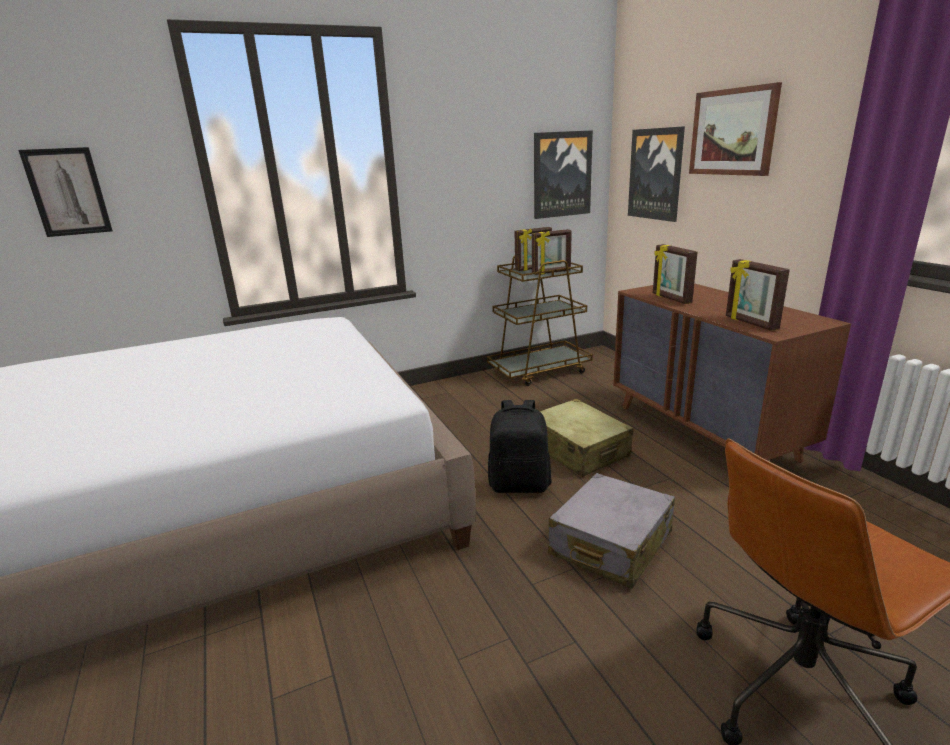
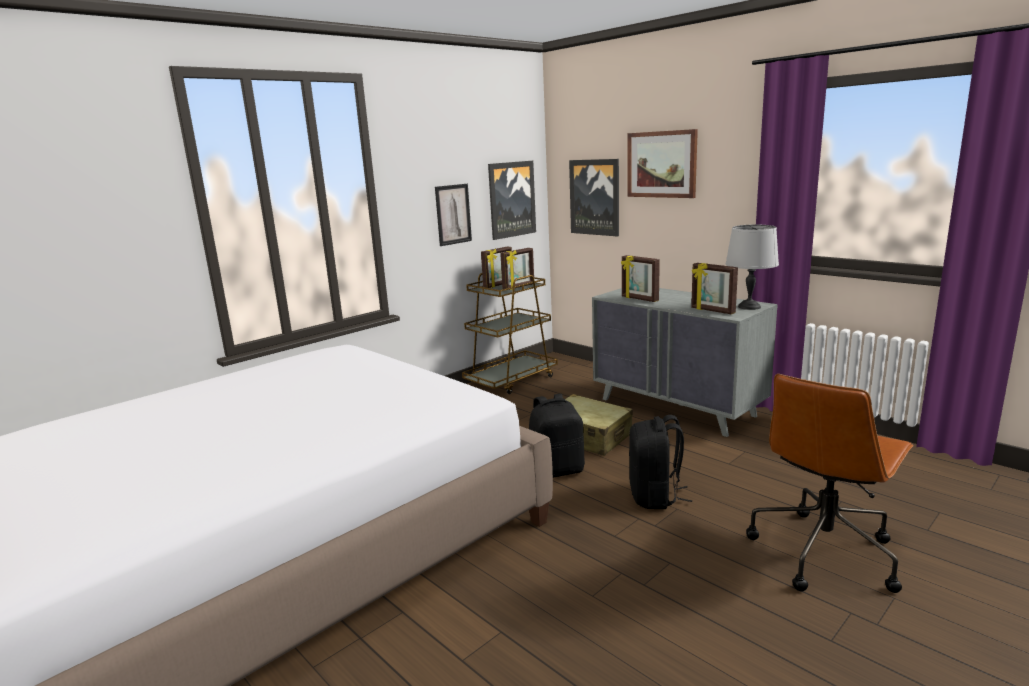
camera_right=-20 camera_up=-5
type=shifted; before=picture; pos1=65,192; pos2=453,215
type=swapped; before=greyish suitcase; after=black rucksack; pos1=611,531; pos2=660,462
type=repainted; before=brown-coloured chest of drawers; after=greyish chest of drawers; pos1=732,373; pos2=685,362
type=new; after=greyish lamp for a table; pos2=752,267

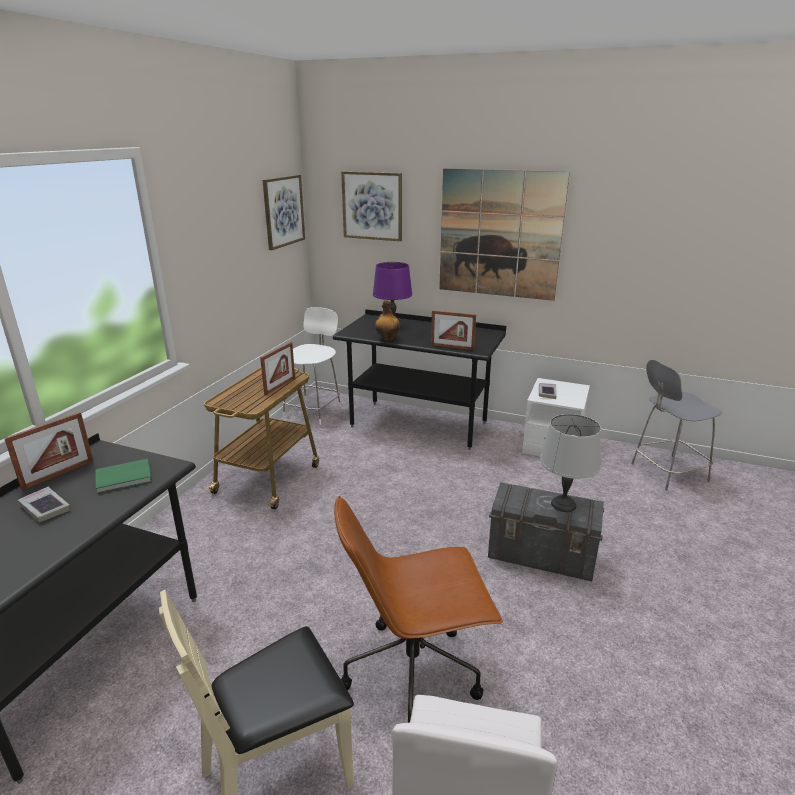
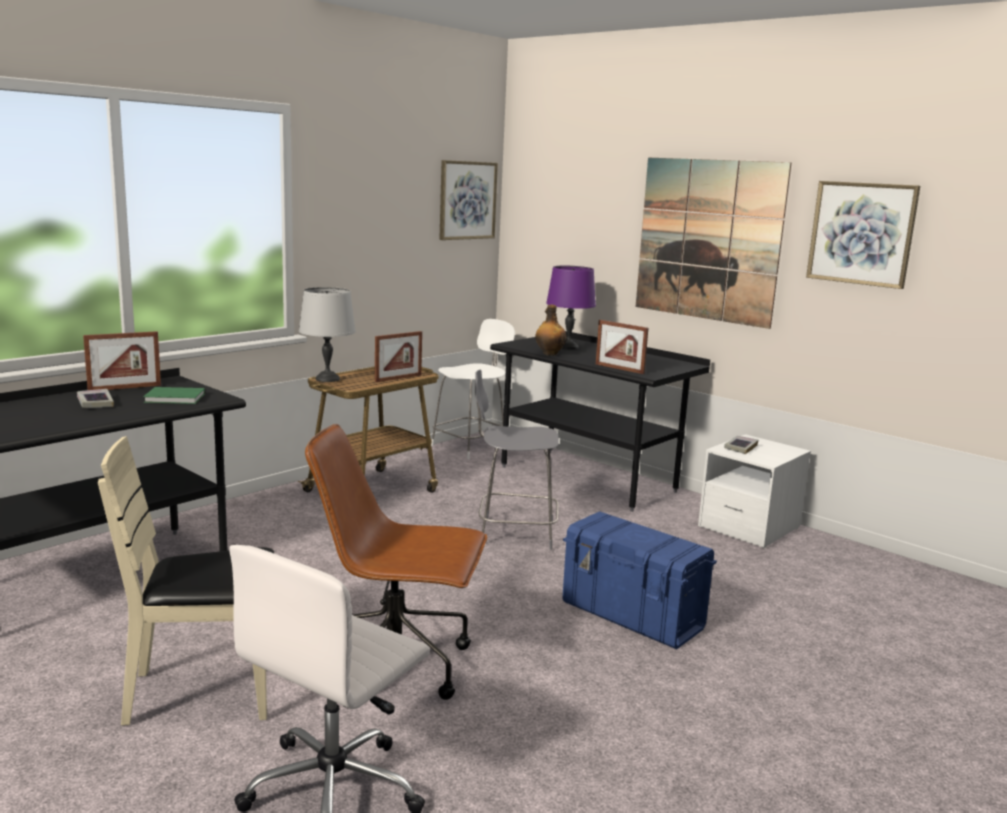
camera_right=20 camera_up=-10
type=shifted; before=picture; pos1=371,206; pos2=863,235
type=repainted; before=greyish storage container; after=bluish storage container; pos1=546,532; pos2=639,580
type=shifted; before=greyish lamp for a table; pos1=570,463; pos2=327,334
type=shifted; before=greyish chair; pos1=676,425; pos2=517,460

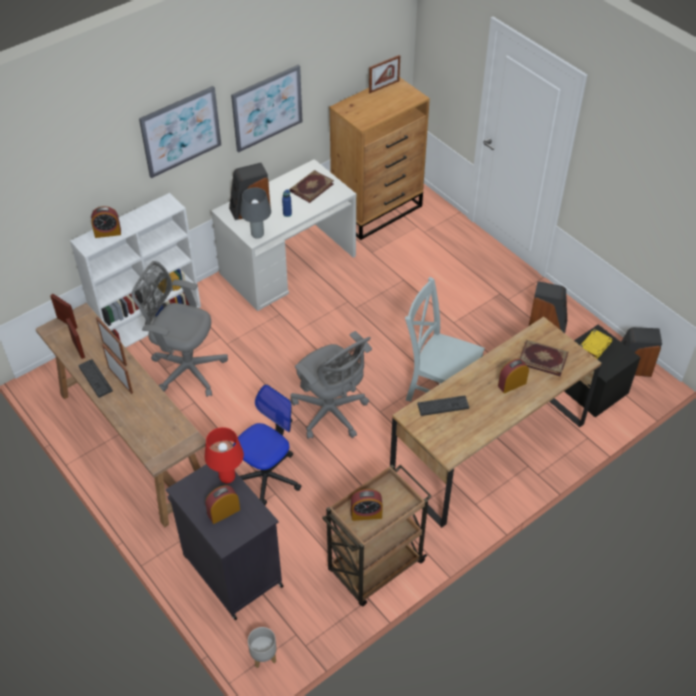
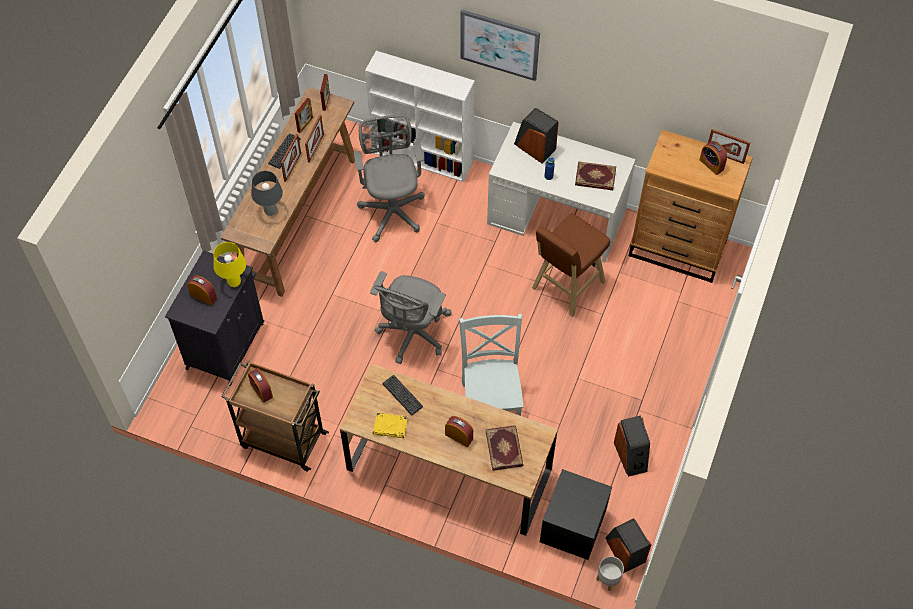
camera_right=60 camera_up=10
type=shifted; before=table clock; pos1=106,222; pos2=713,158
type=repainted; before=reddish lamp for a table; after=yellowish lamp for a table; pos1=224,455; pos2=230,264
type=gone; before=picture; pos1=266,109
type=gone; before=computer chair; pos1=267,444
type=shifted; before=greyish lamp for a table; pos1=255,213; pos2=267,193
type=shifted; before=greyish planter; pos1=262,647; pos2=610,573
type=shifted; before=yellowish bound book; pos1=596,344; pos2=390,425
type=new; after=brown-coloured stool; pos2=571,265

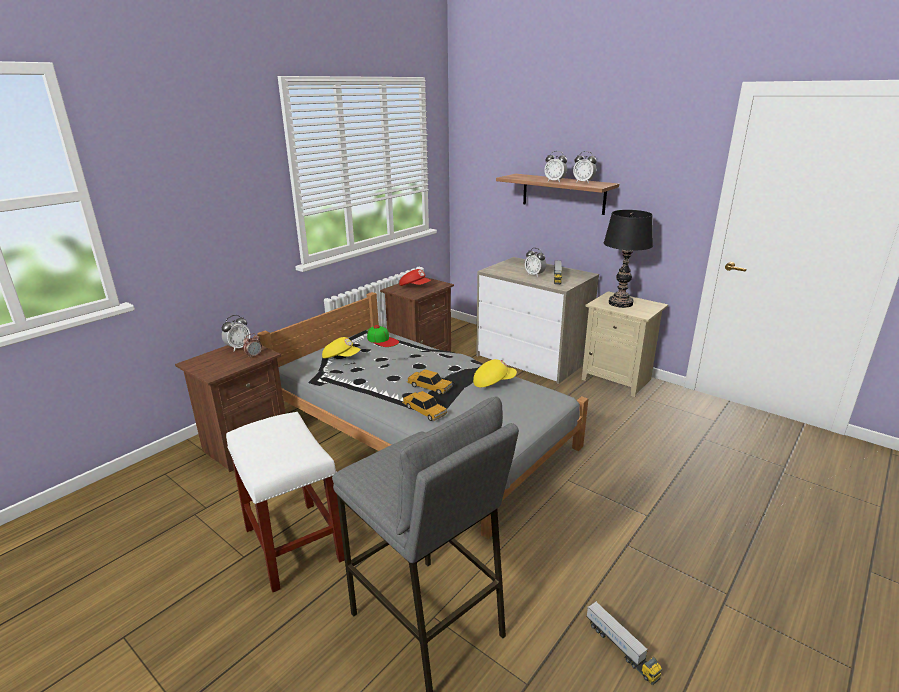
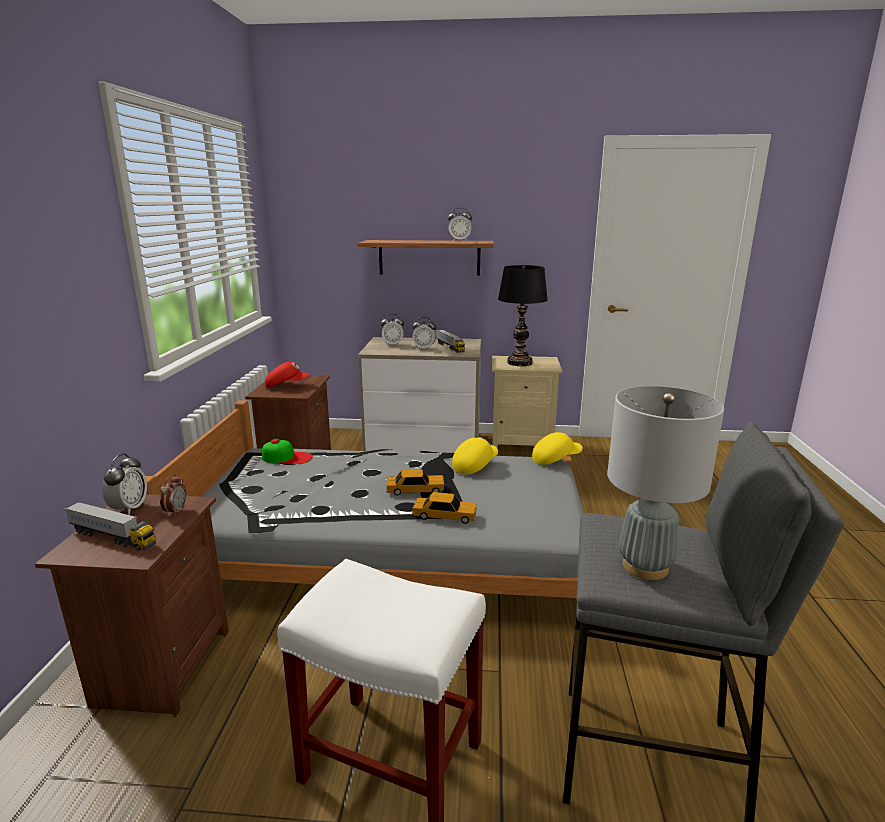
camera_right=-35 camera_up=-5
type=shifted; before=yellowish cap; pos1=341,347; pos2=557,448
type=shifted; before=table clock; pos1=555,166; pos2=392,330
type=shifted; before=toy lorry; pos1=624,643; pos2=110,526
type=new; after=greyish lamp for a table; pos2=665,483

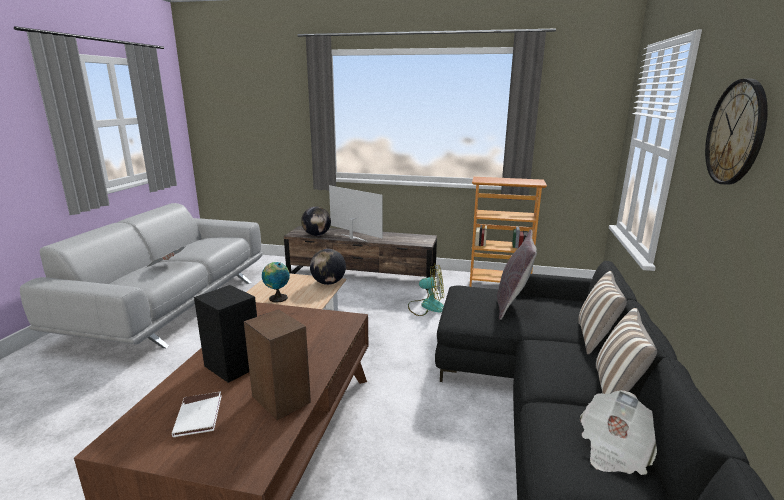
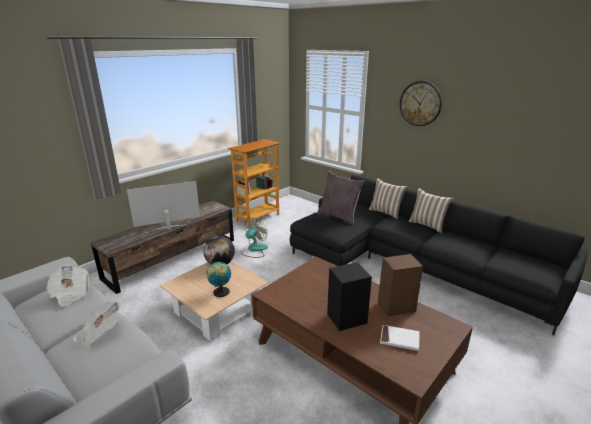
camera_right=-60 camera_up=5
type=gone; before=desk globe; pos1=316,221
type=shifted; before=newspaper; pos1=618,432; pos2=67,286

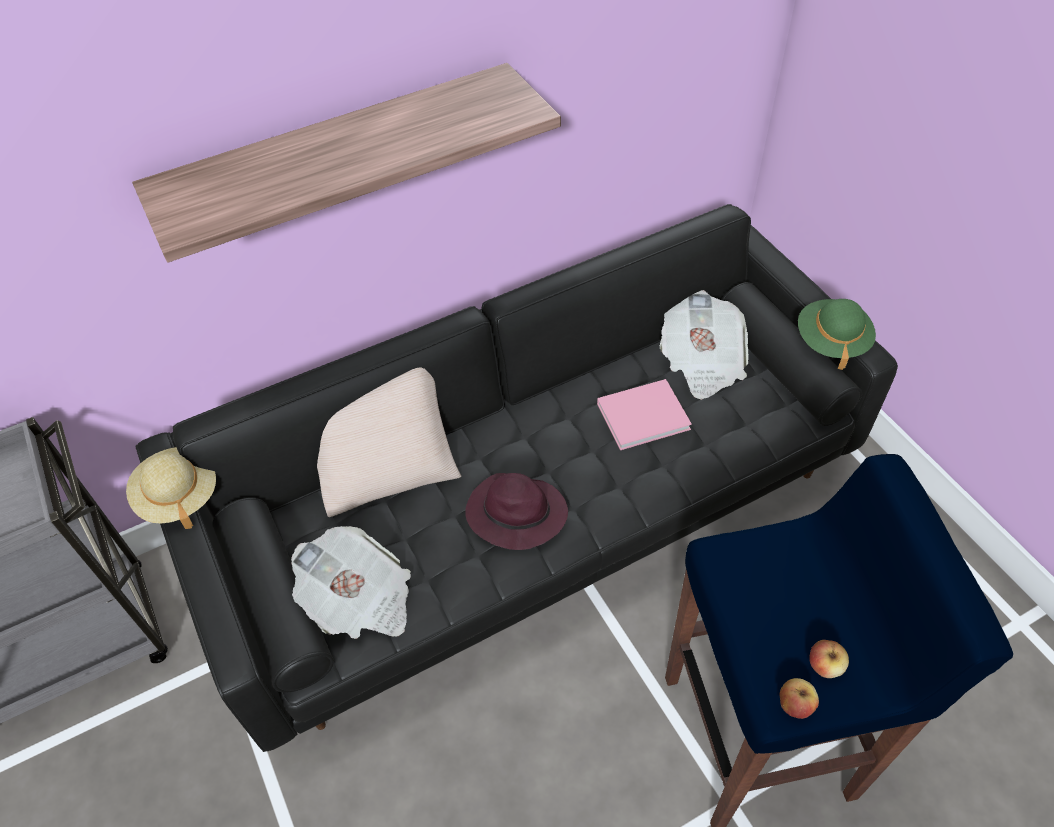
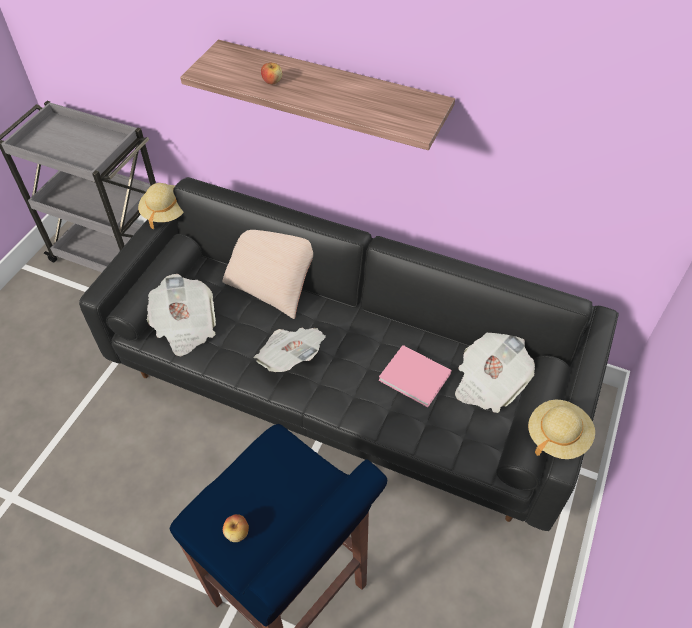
camera_right=50 camera_up=0
type=swapped; before=purplish hat; after=newspaper; pos1=516,511; pos2=289,350
type=shifted; before=apple; pos1=799,698; pos2=271,73
type=repainted; before=green-coloured hat; after=beige-coloured hat; pos1=837,334; pos2=561,429

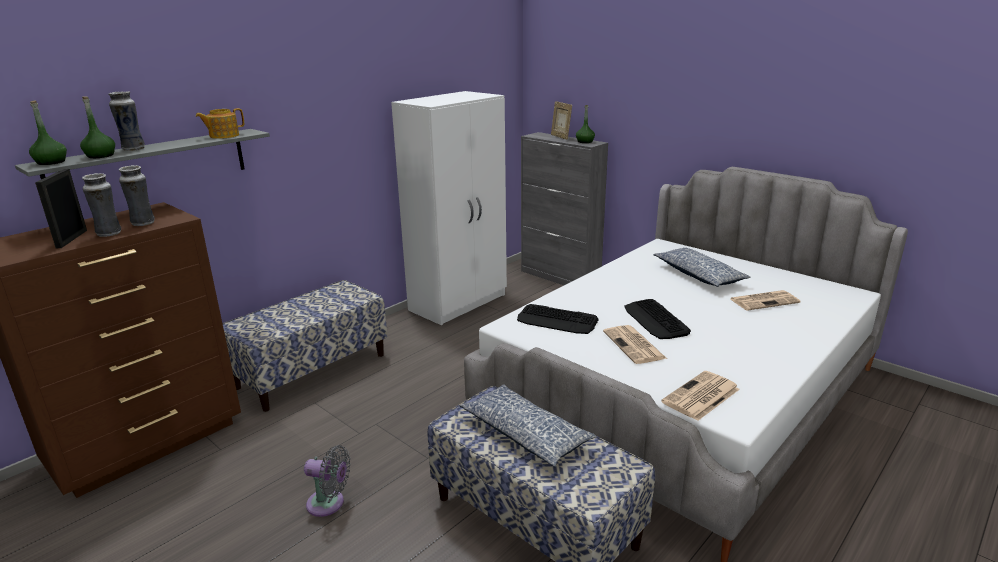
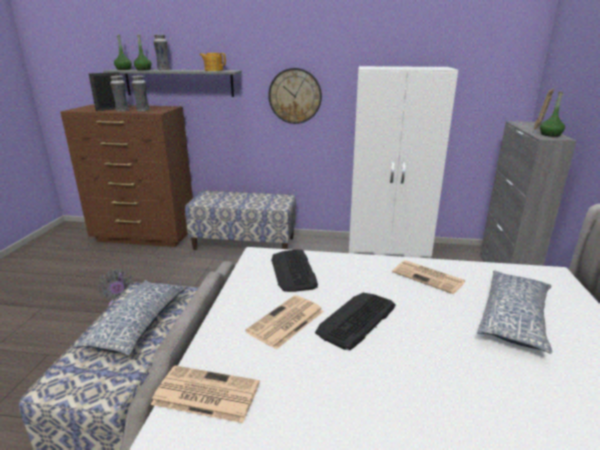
camera_right=55 camera_up=0
type=shifted; before=newspaper; pos1=765,300; pos2=428,277
type=new; after=hanging clock; pos2=295,96

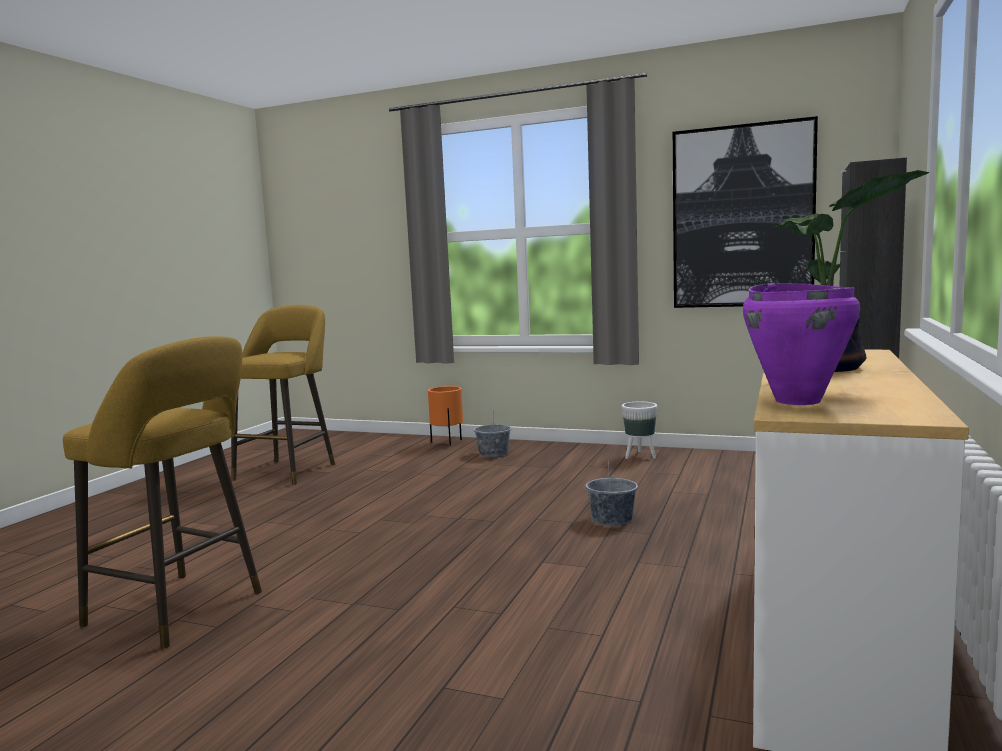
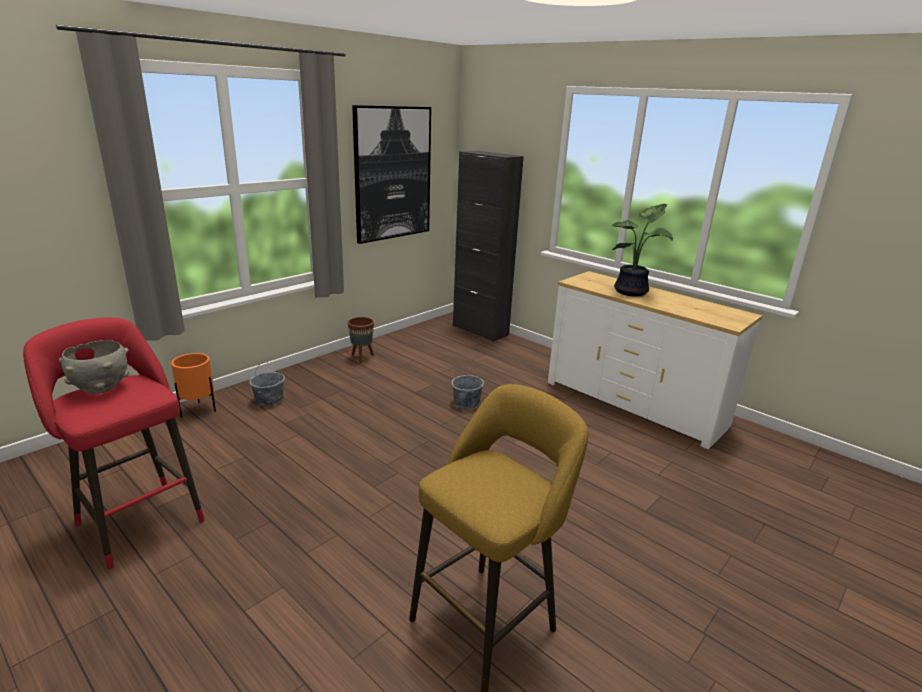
camera_right=-70 camera_up=15
type=repainted; before=yellowish stool; after=reddish stool; pos1=283,395; pos2=114,443
type=repainted; before=whitish planter; after=brown-coloured planter; pos1=639,430; pos2=361,340
type=gone; before=purplish saucepot; pos1=801,344
type=new; after=greyish deep dish; pos2=94,367

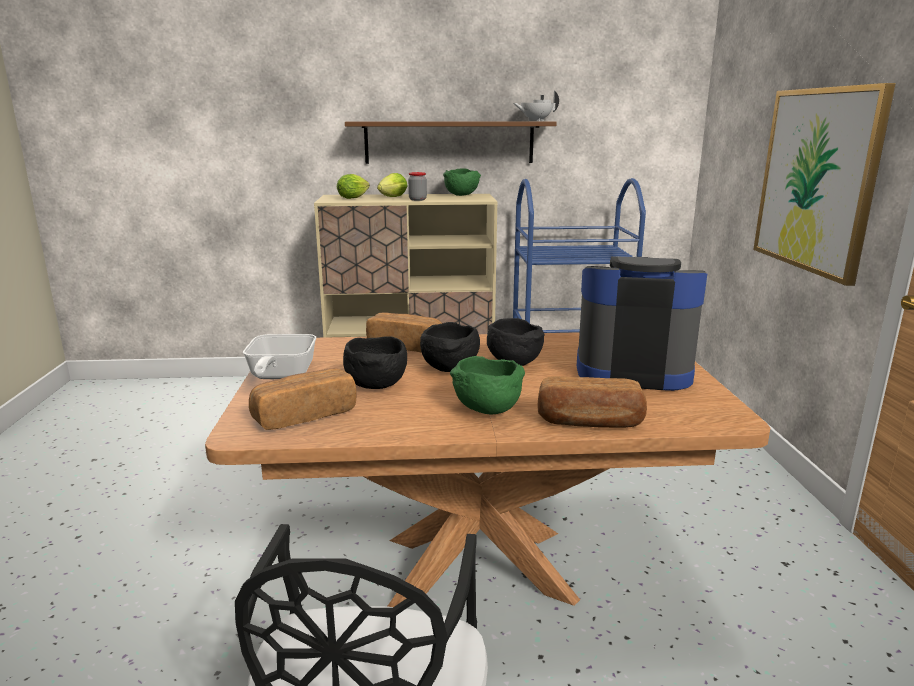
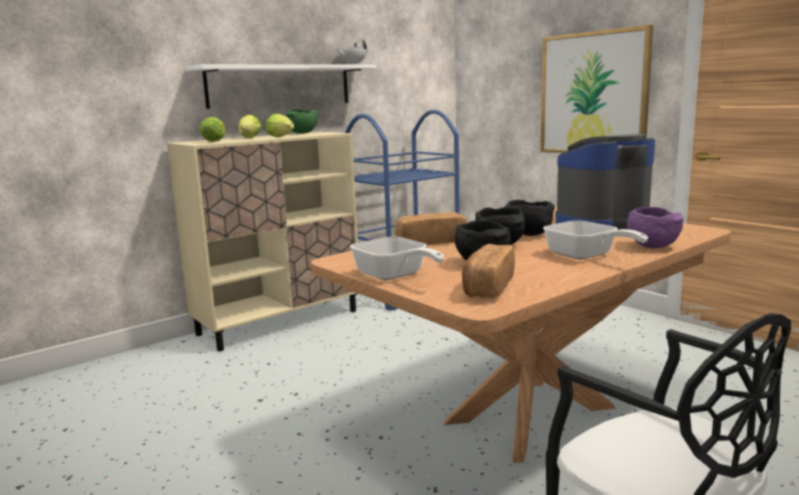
camera_right=-35 camera_up=-5
type=repainted; before=brown-coloured bracket shelf; after=whitish bracket shelf; pos1=451,142; pos2=281,86
type=swapped; before=preserve jar; after=head of lettuce; pos1=417,186; pos2=280,125
type=swapped; before=green-coloured deep dish; after=frying pan; pos1=487,385; pos2=595,240
type=swapped; before=bakery bread; after=purplish deep dish; pos1=592,402; pos2=655,228

